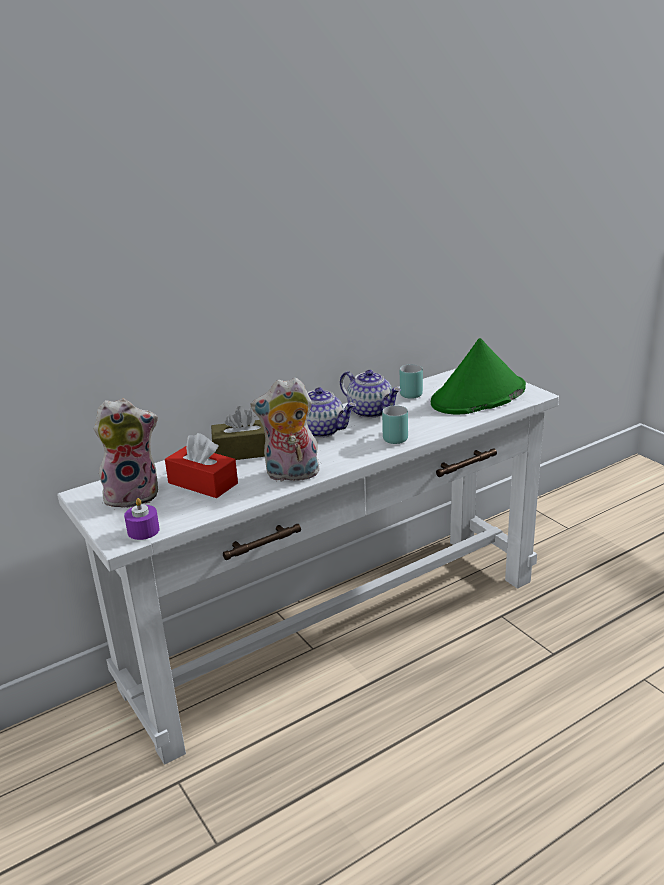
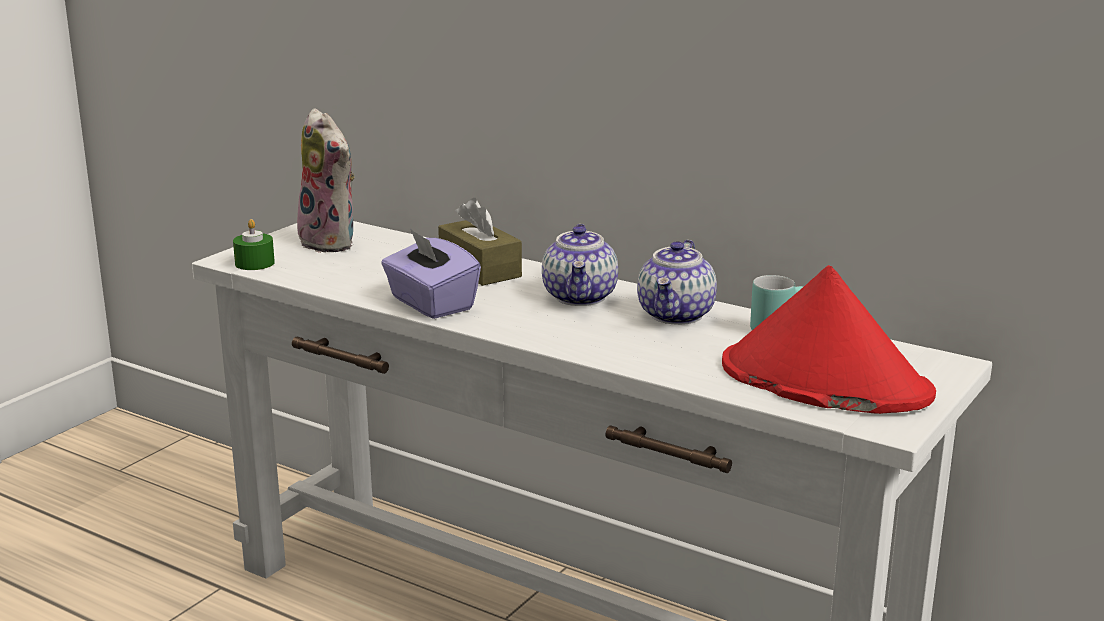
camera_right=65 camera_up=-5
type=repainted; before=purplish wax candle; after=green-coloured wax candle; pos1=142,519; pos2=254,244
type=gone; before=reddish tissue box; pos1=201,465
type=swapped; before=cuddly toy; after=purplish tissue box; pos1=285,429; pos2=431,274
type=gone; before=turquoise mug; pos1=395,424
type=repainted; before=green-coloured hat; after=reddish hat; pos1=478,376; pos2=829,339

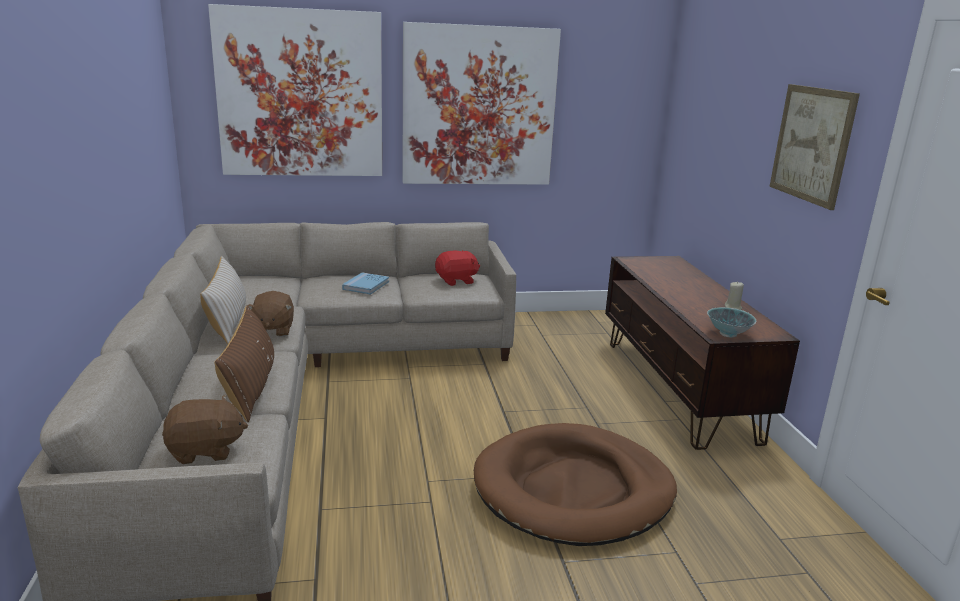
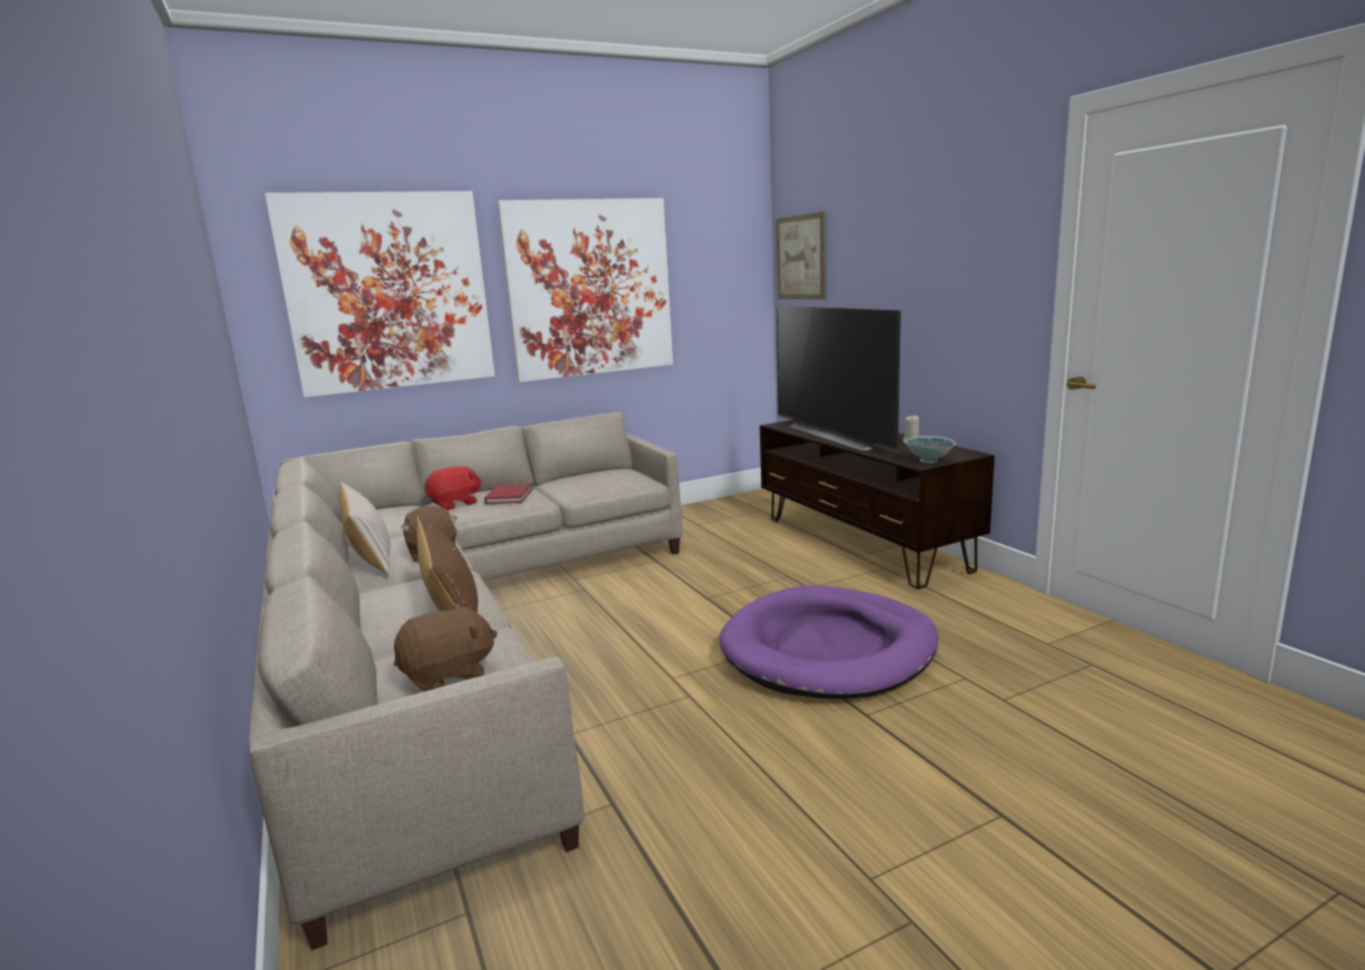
camera_right=-15 camera_up=-5
type=repainted; before=bluish bound book; after=reddish bound book; pos1=365,283; pos2=508,493
type=shifted; before=reddish cuddly toy; pos1=457,268; pos2=453,488
type=repainted; before=brown-coloured dog cushion; after=purplish dog cushion; pos1=575,484; pos2=829,642
type=shifted; before=picture; pos1=814,147; pos2=801,256
type=new; after=TV set; pos2=838,378

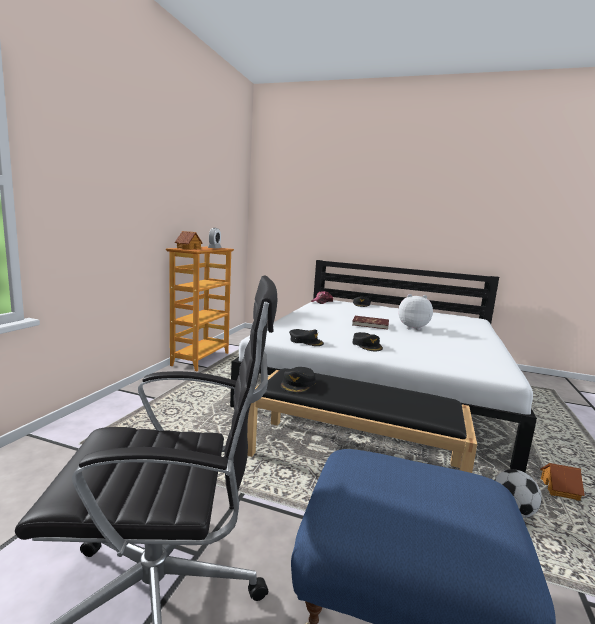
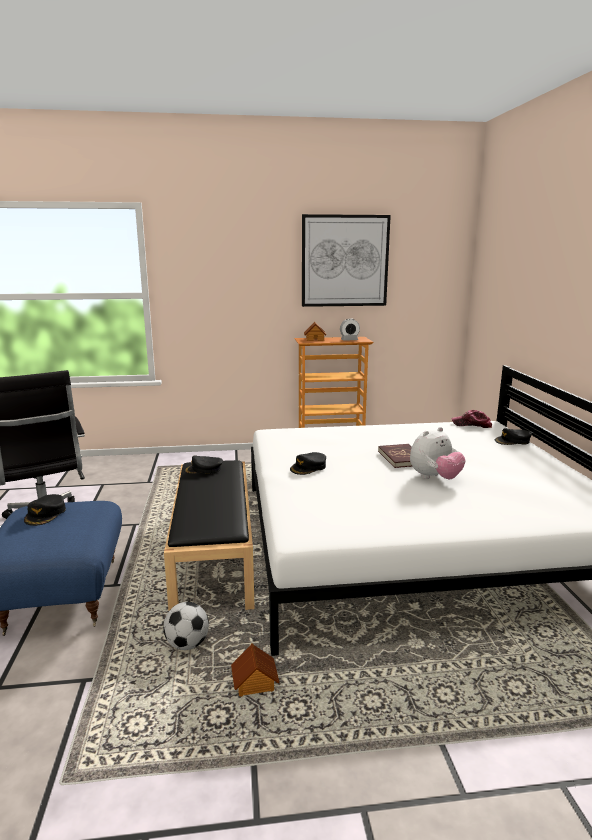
camera_right=65 camera_up=5
type=shifted; before=black cap; pos1=306,337; pos2=45,510
type=rotated; before=cuddly toy; pos1=415,312; pos2=438,453; turn=75
type=new; after=picture; pos2=346,260

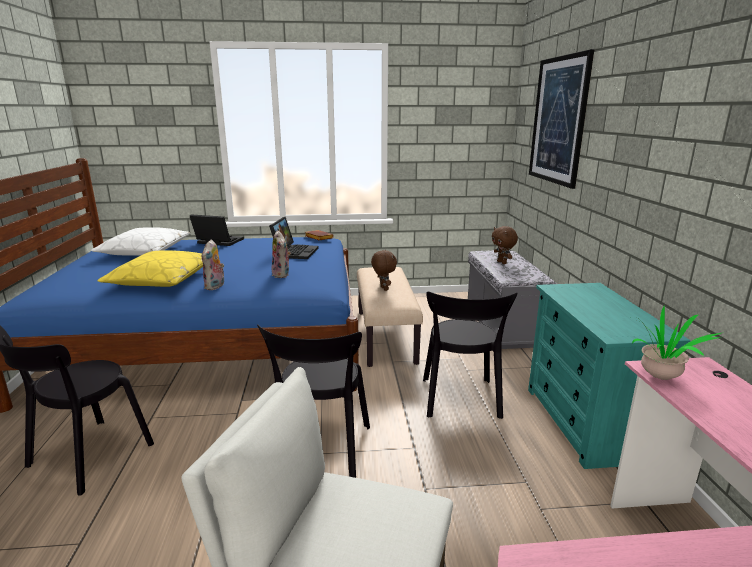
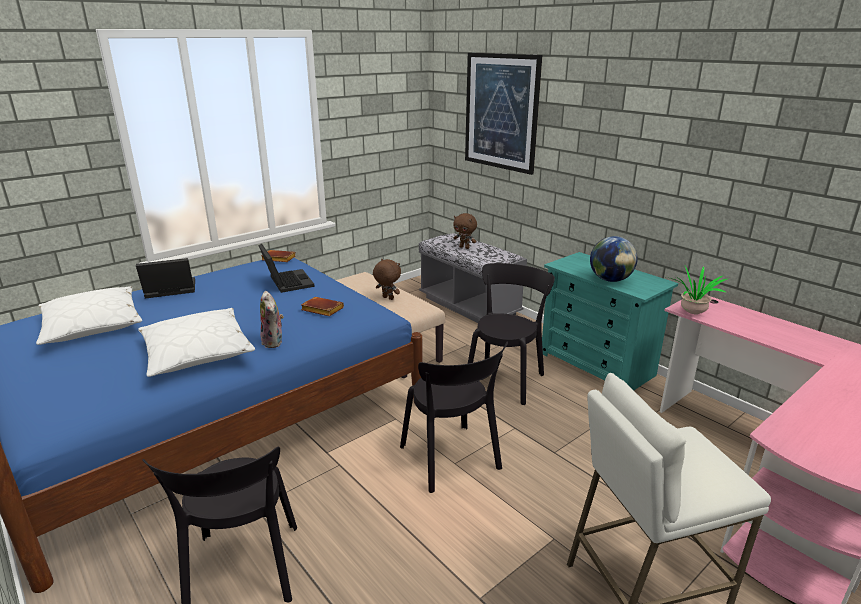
camera_right=-35 camera_up=5
type=repainted; before=yellowish cushion; after=whitish cushion; pos1=150,269; pos2=196,342
type=swapped; before=cuddly toy; after=brown-coloured bound book; pos1=281,254; pos2=322,306
type=rotated; before=black chair; pos1=470,355; pos2=511,334; turn=-120
type=new; after=desk globe; pos2=614,259

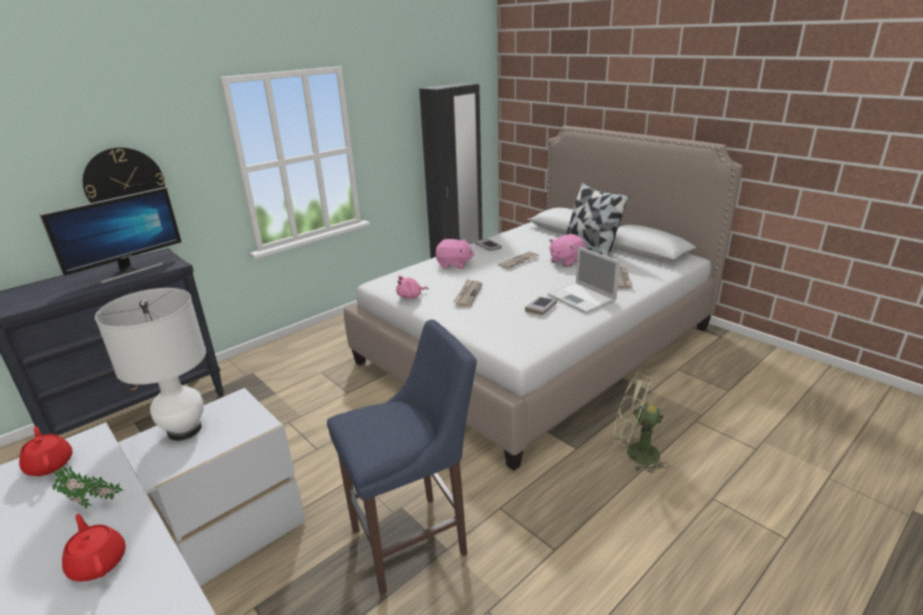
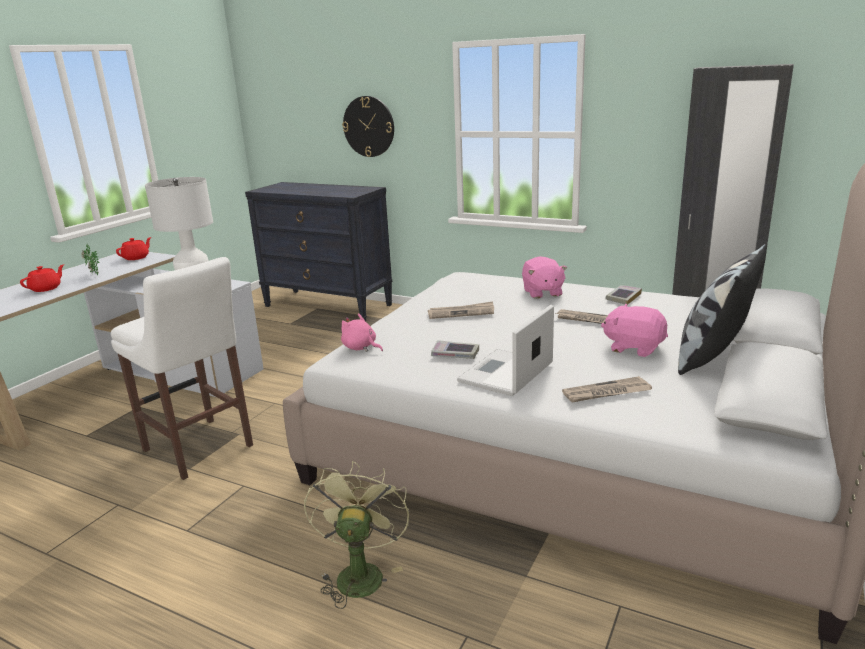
camera_right=70 camera_up=-5
type=gone; before=monitor; pos1=110,235
type=repainted; before=bluish stool; after=whitish stool; pos1=402,457; pos2=182,368
type=shifted; before=pink cuddly toy; pos1=412,287; pos2=362,332

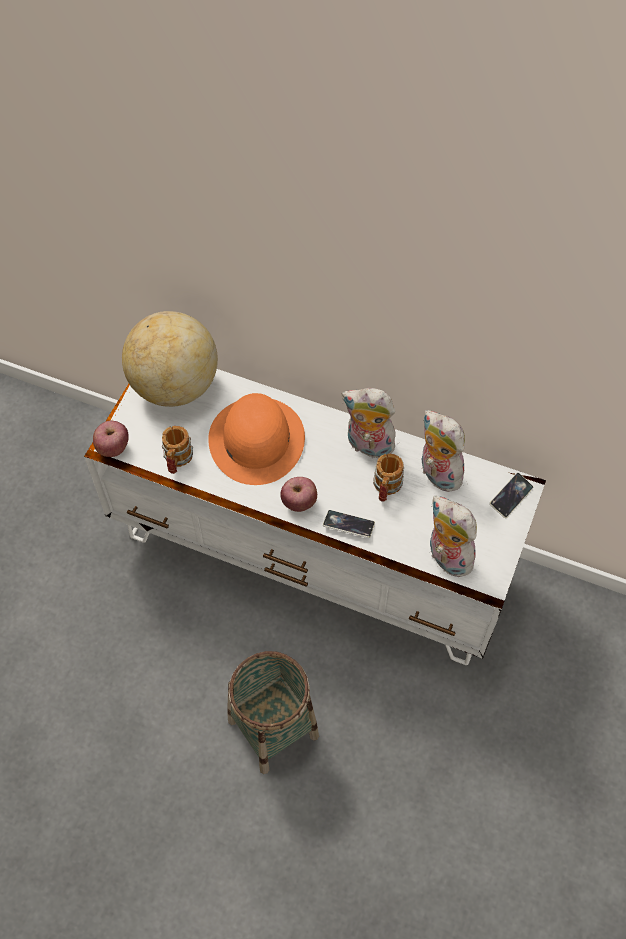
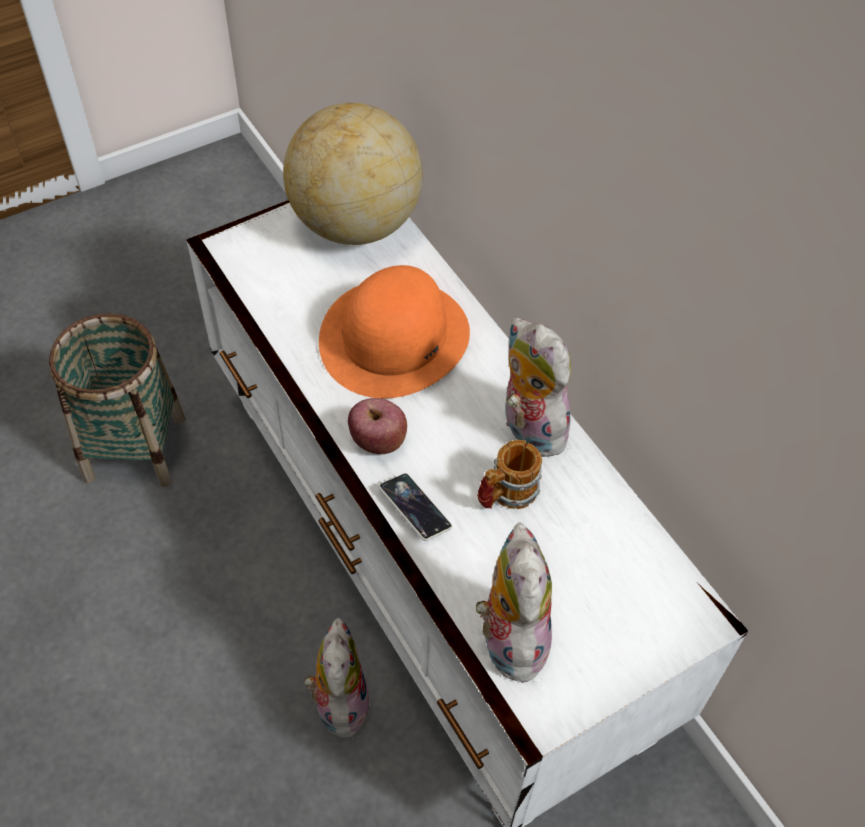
camera_right=35 camera_up=-5
type=gone; before=apple; pos1=111,439
type=gone; before=mug; pos1=177,450
type=shifted; before=household basket; pos1=273,712; pos2=117,400
type=shifted; before=cuddly toy; pos1=443,451; pos2=337,678
type=gone; before=handset; pos1=511,495

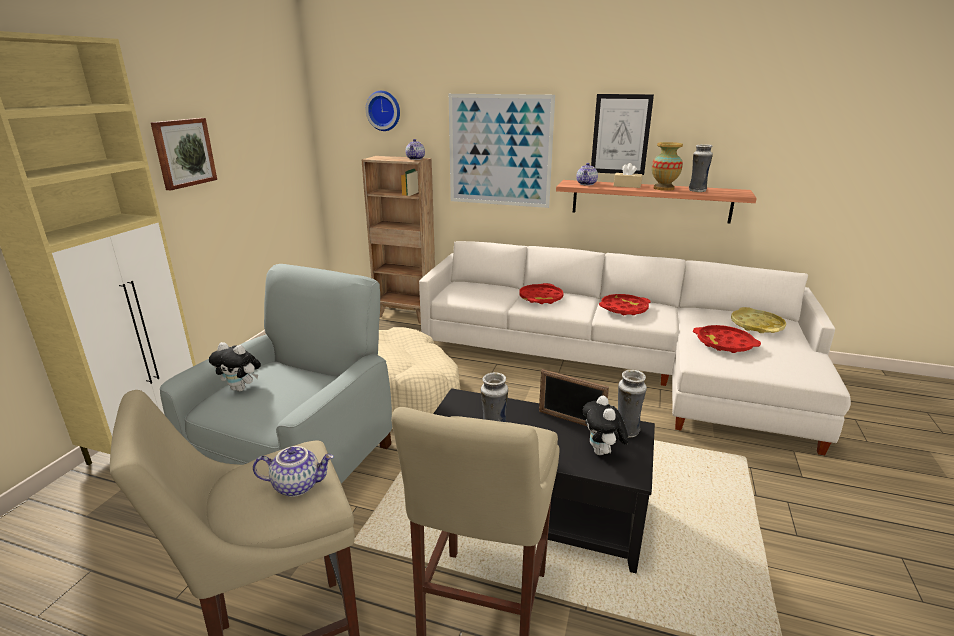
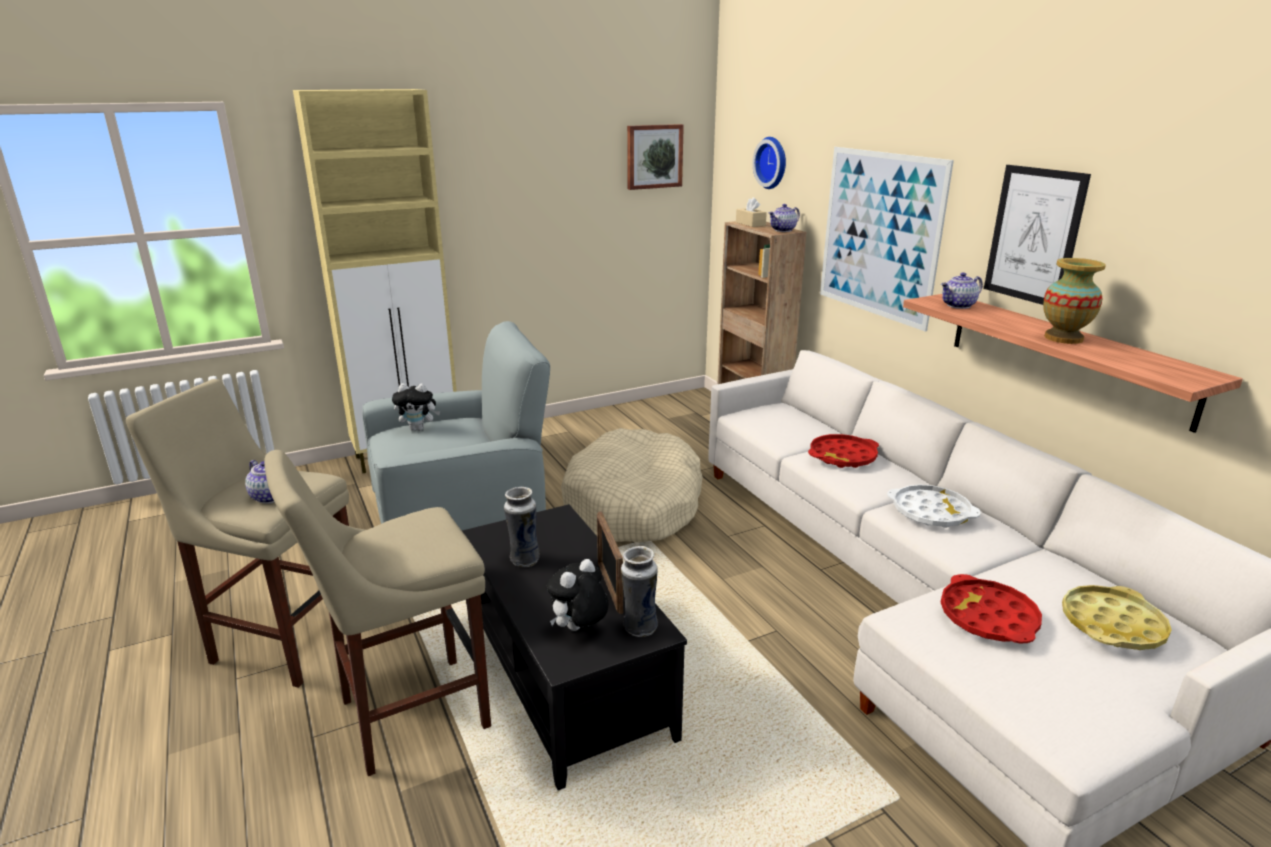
camera_right=45 camera_up=0
type=shifted; before=picture; pos1=183,154; pos2=655,157
type=rotated; before=cuddly toy; pos1=235,367; pos2=416,407; turn=-60
type=repainted; before=reddish tray; after=whitish tray; pos1=625,304; pos2=934,506
type=shifted; before=beige-coloured tissue box; pos1=628,175; pos2=751,212
type=gone; before=decorative vase; pos1=701,168

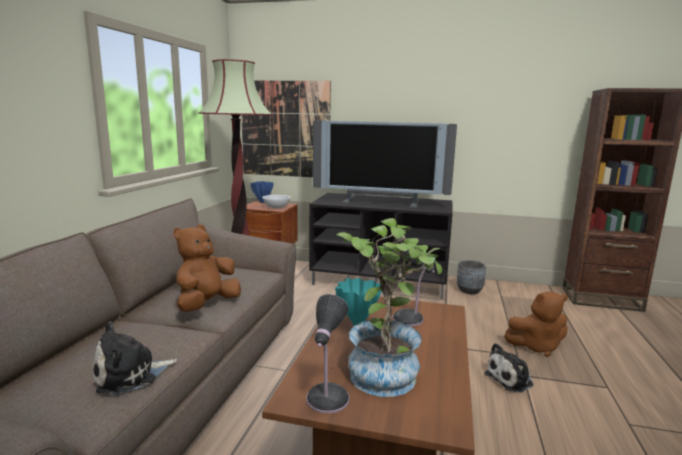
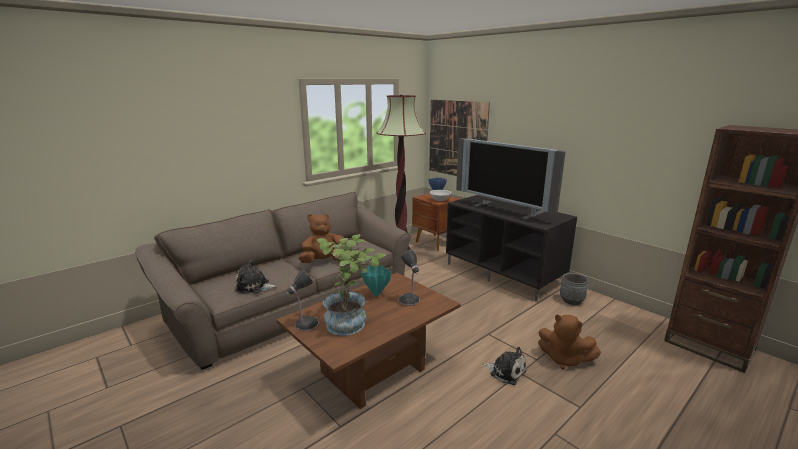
camera_right=35 camera_up=5
type=rotated; before=cuddly toy; pos1=509,368; pos2=504,366; turn=-150

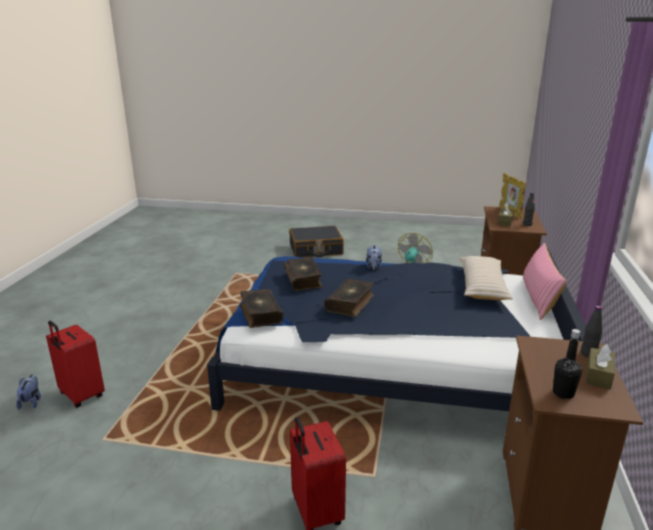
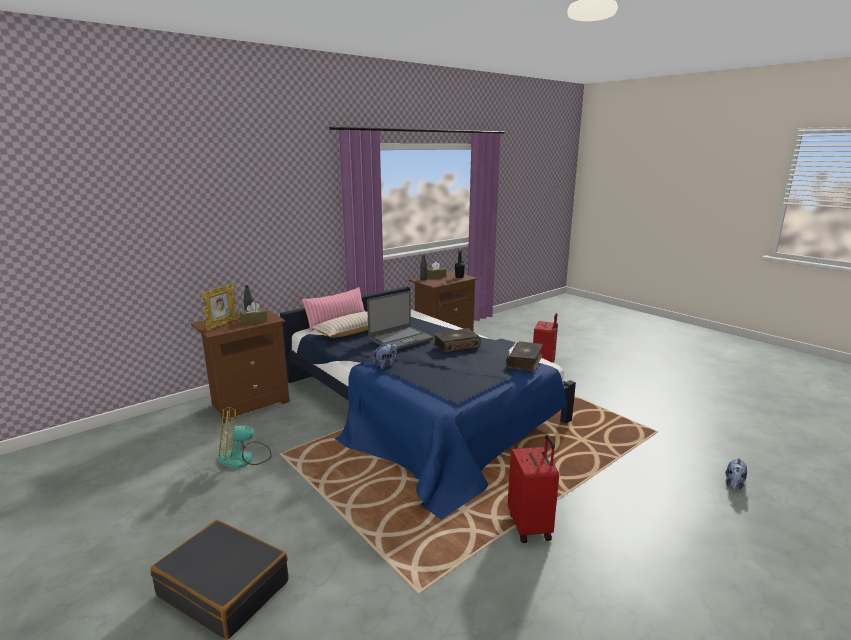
camera_right=-140 camera_up=-5
type=shifted; before=reddish suitcase; pos1=75,364; pos2=533,489
type=gone; before=bound book; pos1=303,274
type=new; after=notebook computer; pos2=400,320

